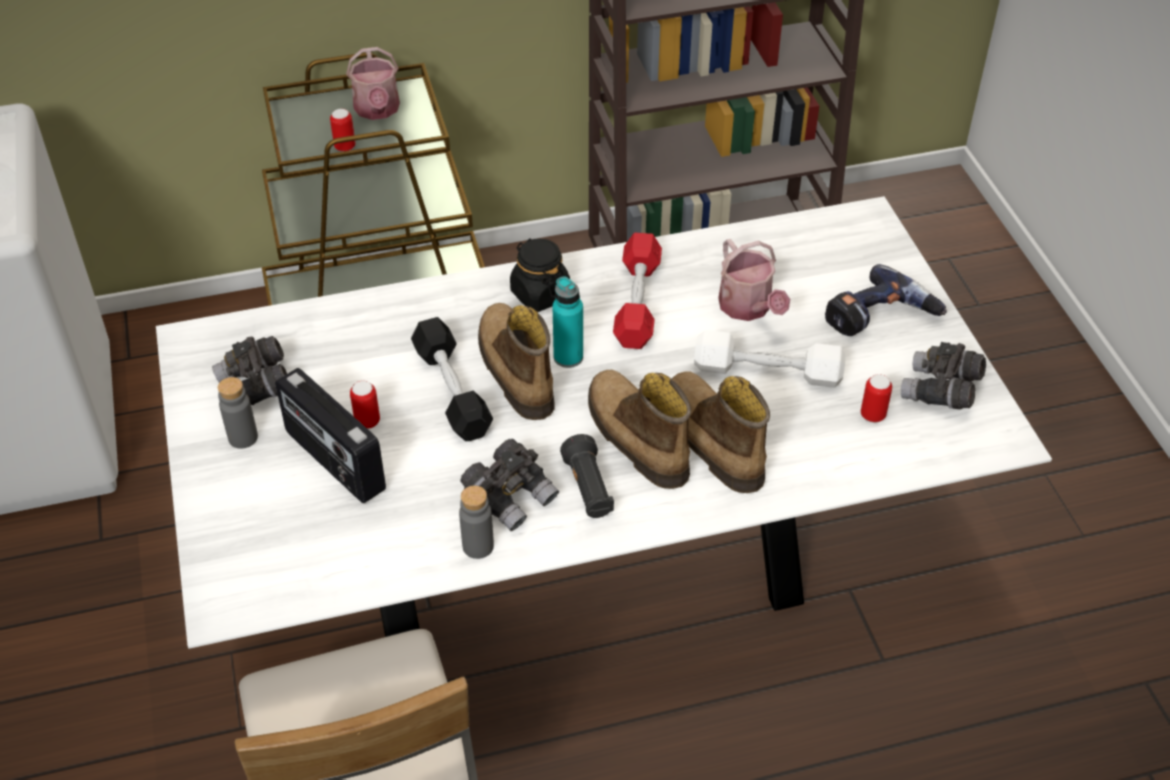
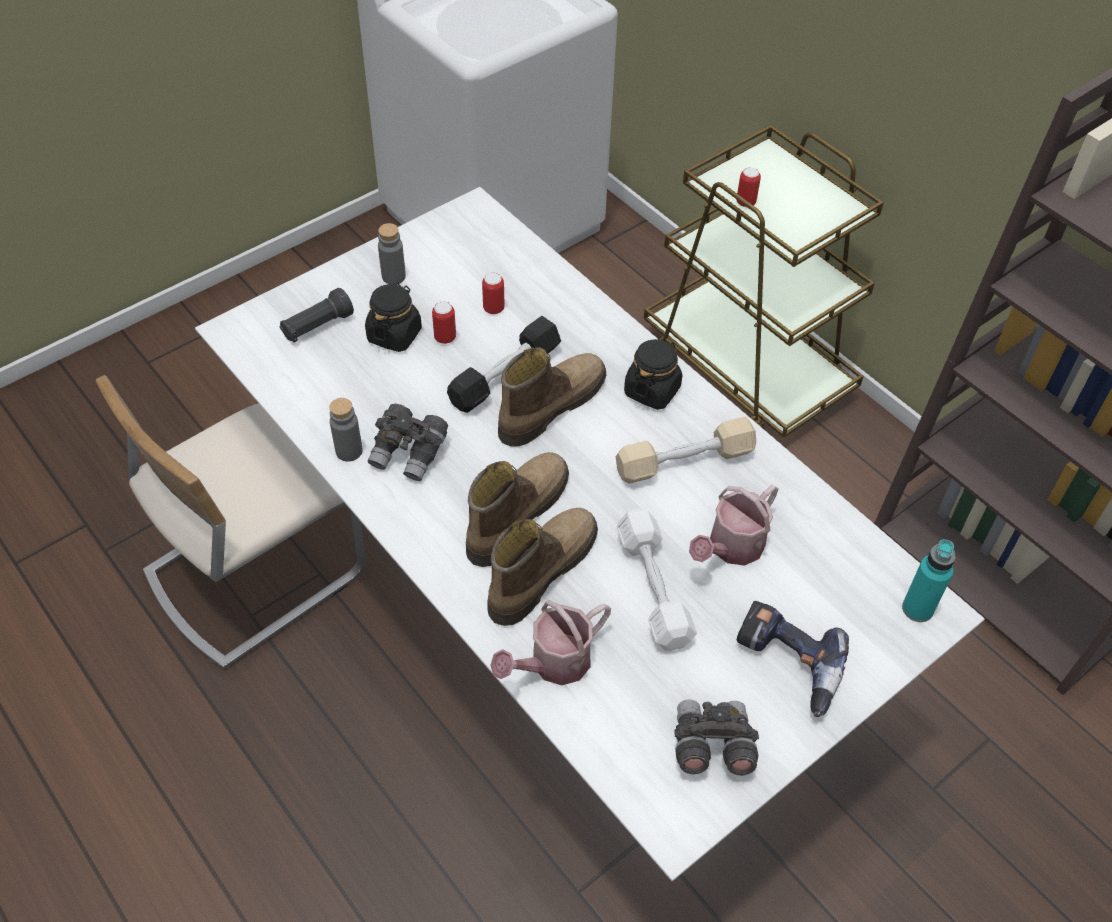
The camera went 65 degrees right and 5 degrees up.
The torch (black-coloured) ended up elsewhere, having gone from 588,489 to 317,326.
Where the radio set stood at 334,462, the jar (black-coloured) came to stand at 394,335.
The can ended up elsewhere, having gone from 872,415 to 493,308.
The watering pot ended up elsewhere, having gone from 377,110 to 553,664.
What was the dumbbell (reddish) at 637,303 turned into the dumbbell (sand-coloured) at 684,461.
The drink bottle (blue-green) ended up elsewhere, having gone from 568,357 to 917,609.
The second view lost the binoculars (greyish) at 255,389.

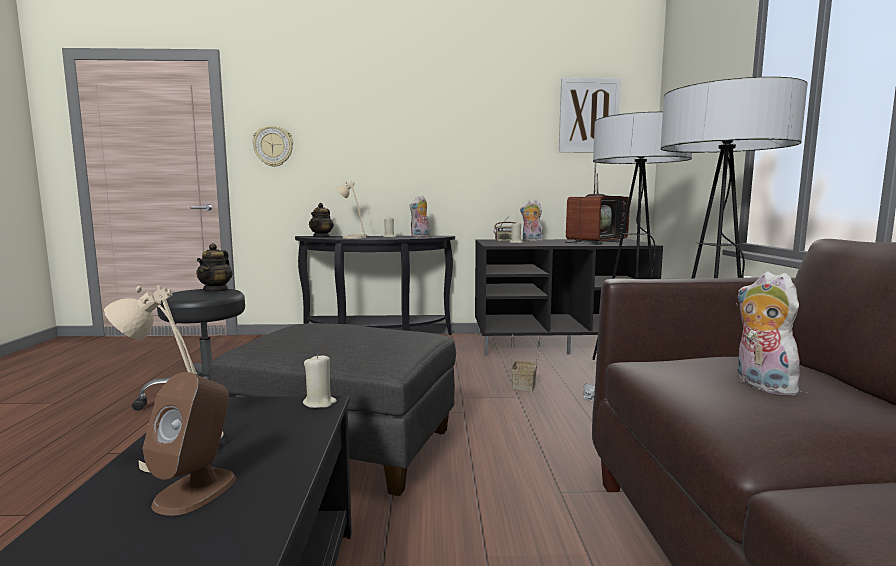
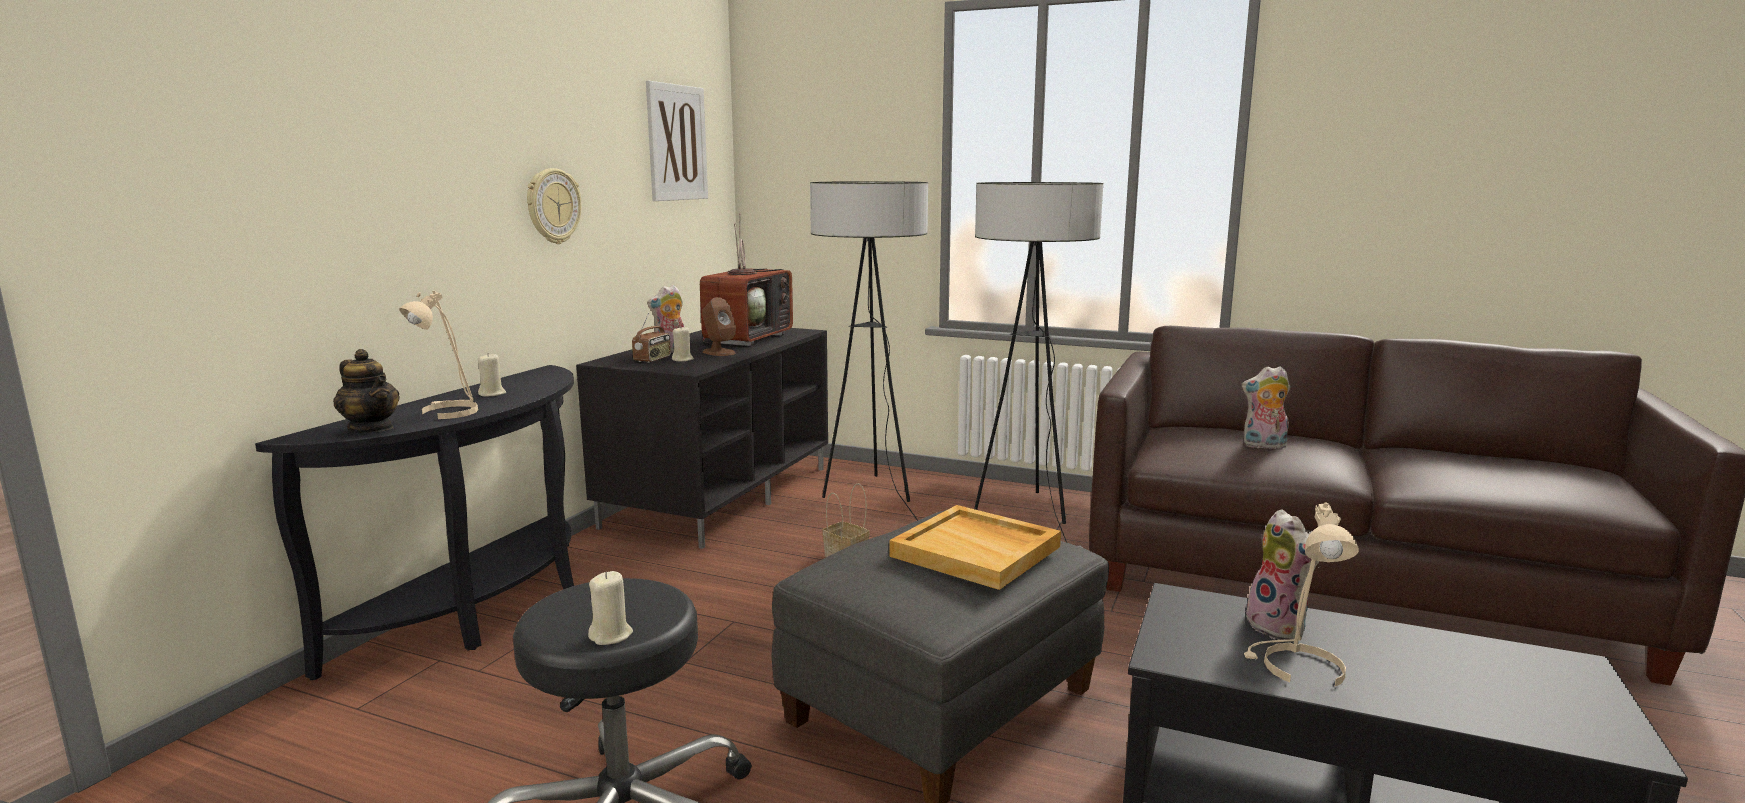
The camera went 65 degrees left and 5 degrees up.
The wall clock ended up elsewhere, having gone from 273,146 to 553,206.
The candle (sand-coloured) ended up elsewhere, having gone from 319,403 to 611,636.
The TV set at 595,242 ended up facing another way, 45 degrees clockwise from before.
The speaker (brownish) ended up elsewhere, having gone from 196,490 to 718,352.
The second view gained the tray (sand-coloured) at 977,551.
The soft toy ended up elsewhere, having gone from 420,237 to 1280,628.
The second view lost the pot for tea at 216,290.

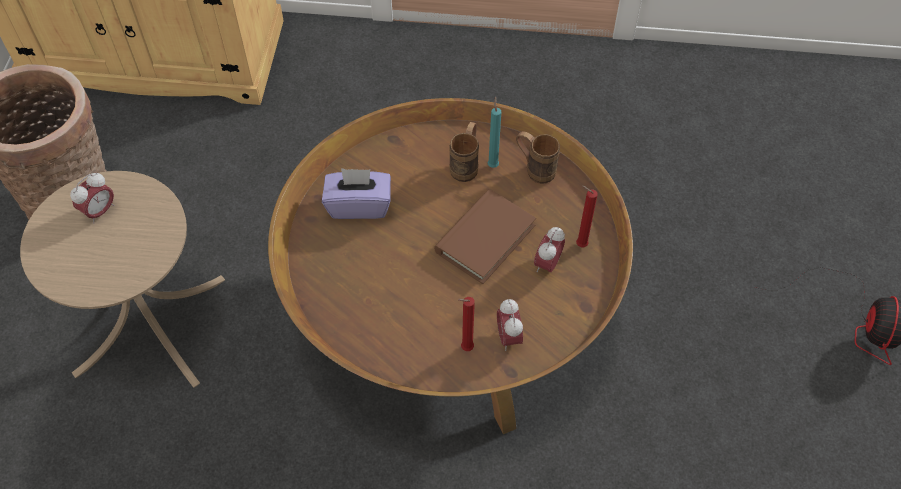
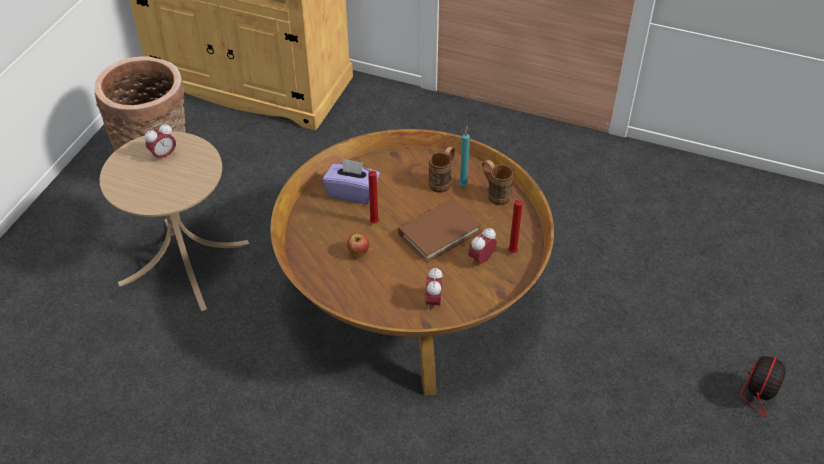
The camera went 15 degrees right and 10 degrees down.
The second view gained the apple fruit at 358,253.
The candle (reddish) ended up elsewhere, having gone from 465,348 to 372,223.

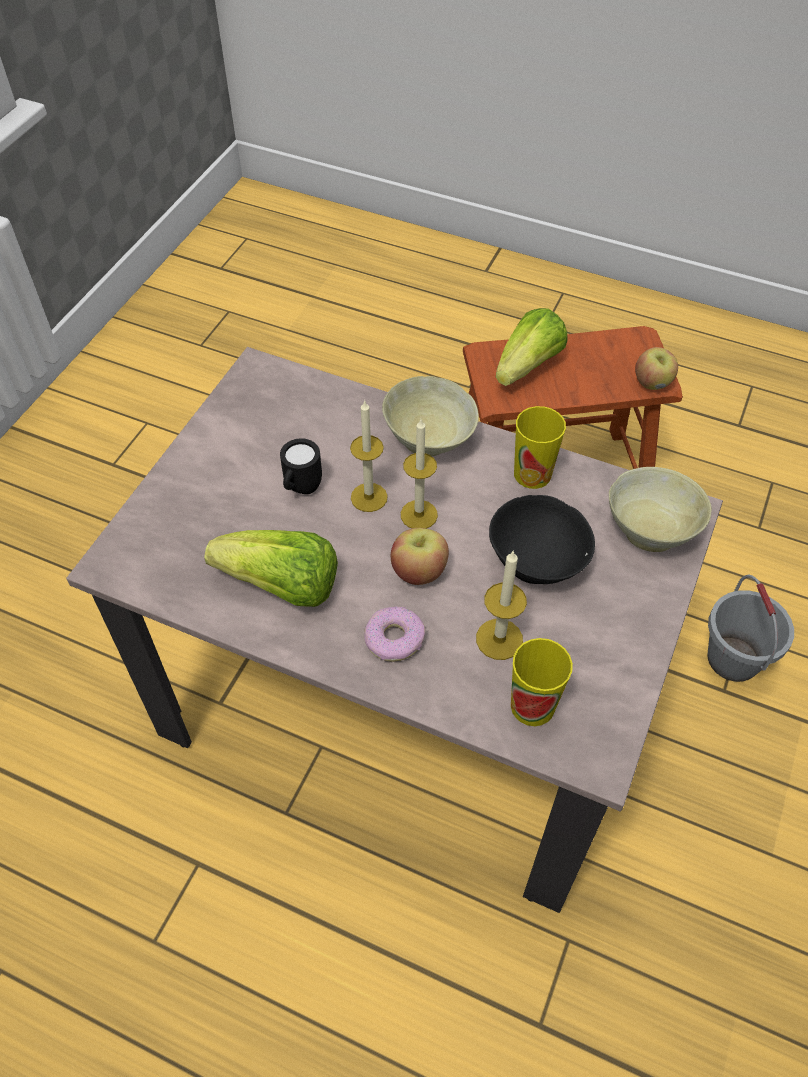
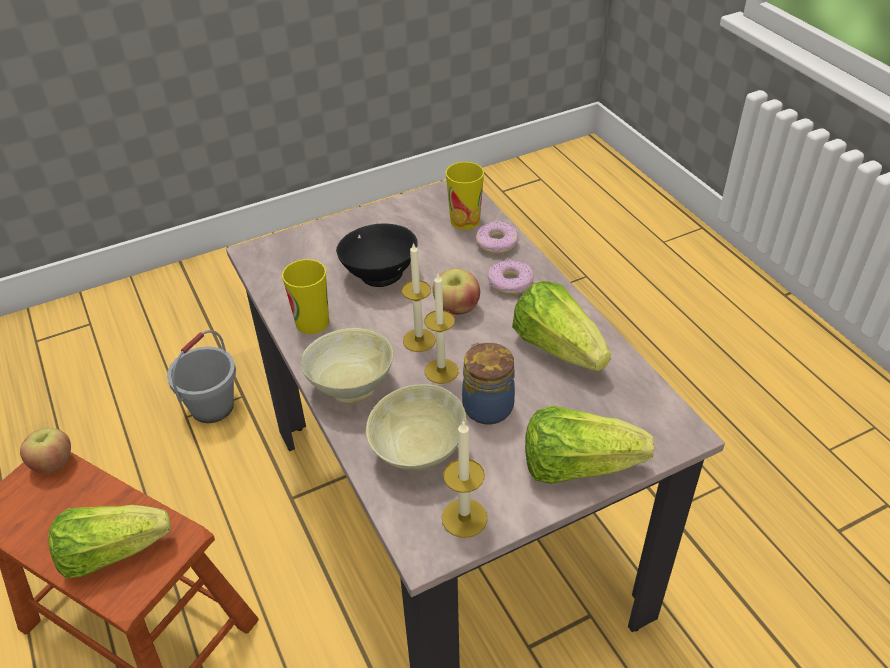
The camera went 140 degrees left and 10 degrees down.
The serving bowl (sand-coloured) ended up elsewhere, having gone from 651,530 to 417,452.
The candle ended up elsewhere, having gone from 499,639 to 464,518.
Where the mug (black-coloured) stood at 301,489, the jar came to stand at 486,406.
The second view gained the donut at 497,243.
The second view gained the head of lettuce at 577,466.

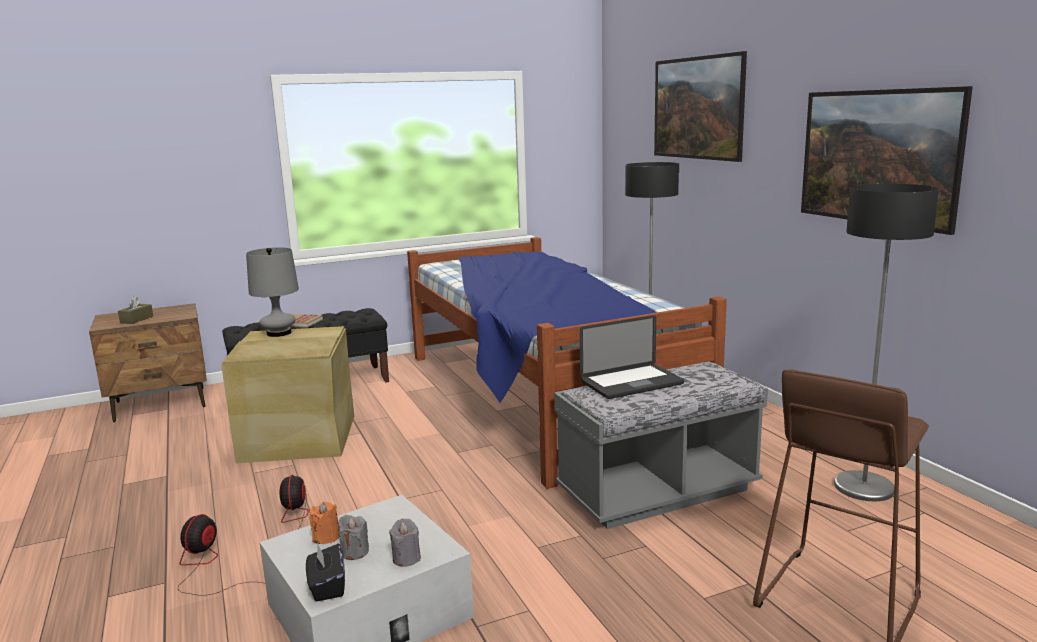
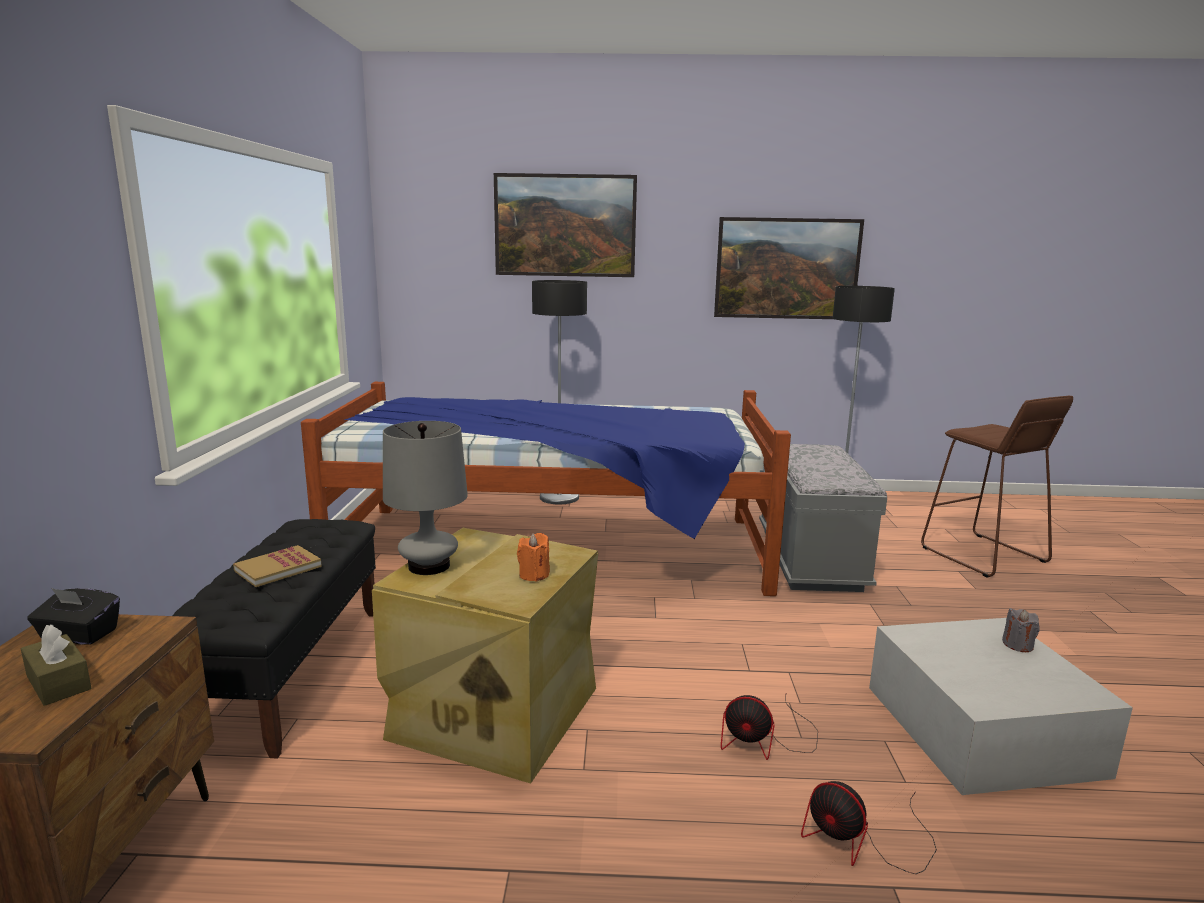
The camera went 65 degrees left and 0 degrees up.
The box of tissues (black-coloured) ended up elsewhere, having gone from 327,587 to 79,635.
The candle (orangey) ended up elsewhere, having gone from 326,537 to 534,575.
The second view lost the candle (greyish) at 355,552.
The second view lost the notebook computer at 632,383.

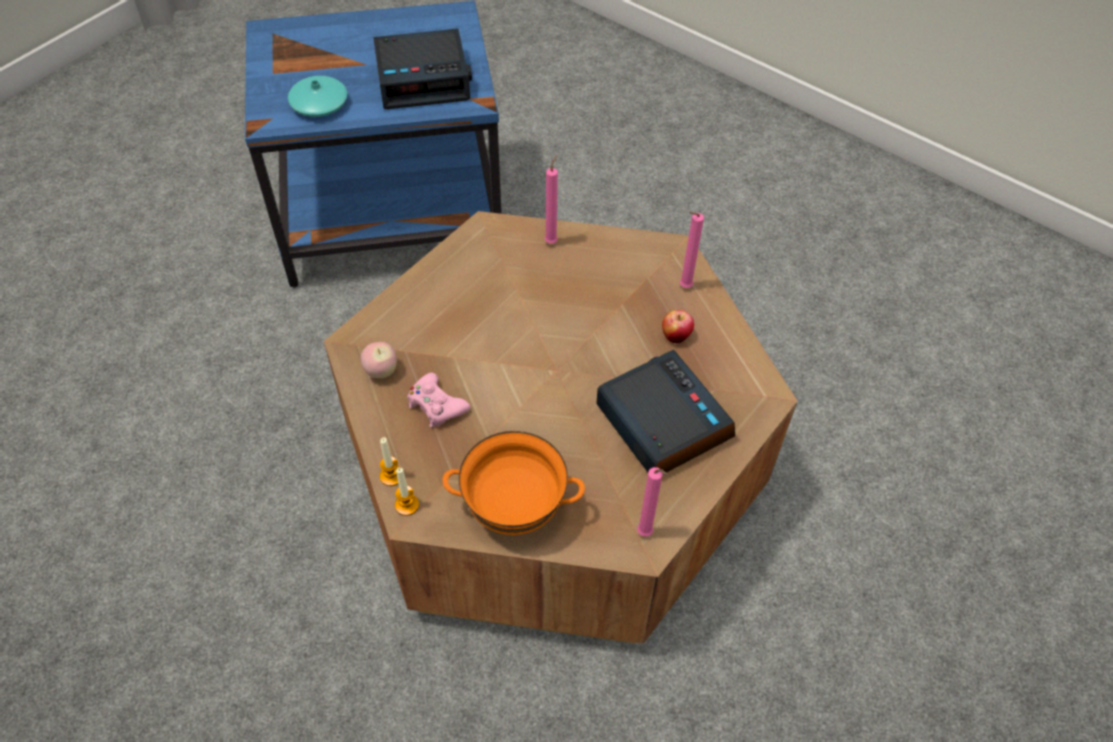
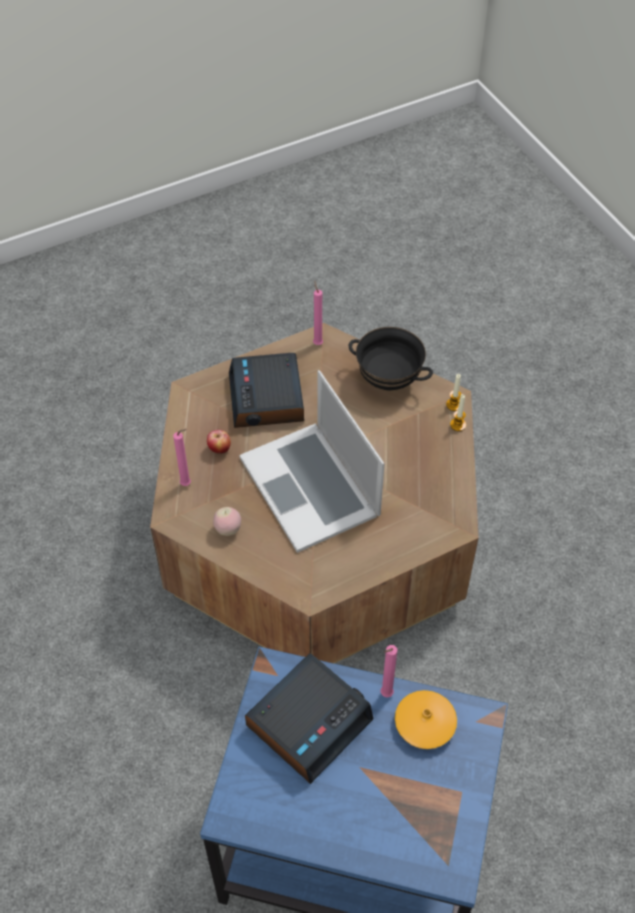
The camera went 155 degrees left and 0 degrees up.
The apple fruit ended up elsewhere, having gone from 381,371 to 228,529.
The second view gained the notebook computer at 310,485.
The alarm clock at 423,78 ended up facing another way, 120 degrees clockwise from before.
What was the serving bowl (orangey) at 515,508 turned into the serving bowl (black-coloured) at 388,381.
The candle (pink-coloured) ended up elsewhere, having gone from 552,241 to 385,695.
What was the vase (blue-green) at 319,104 turned into the vase (orangey) at 425,723.
The second view lost the joypad (pink-coloured) at 436,405.

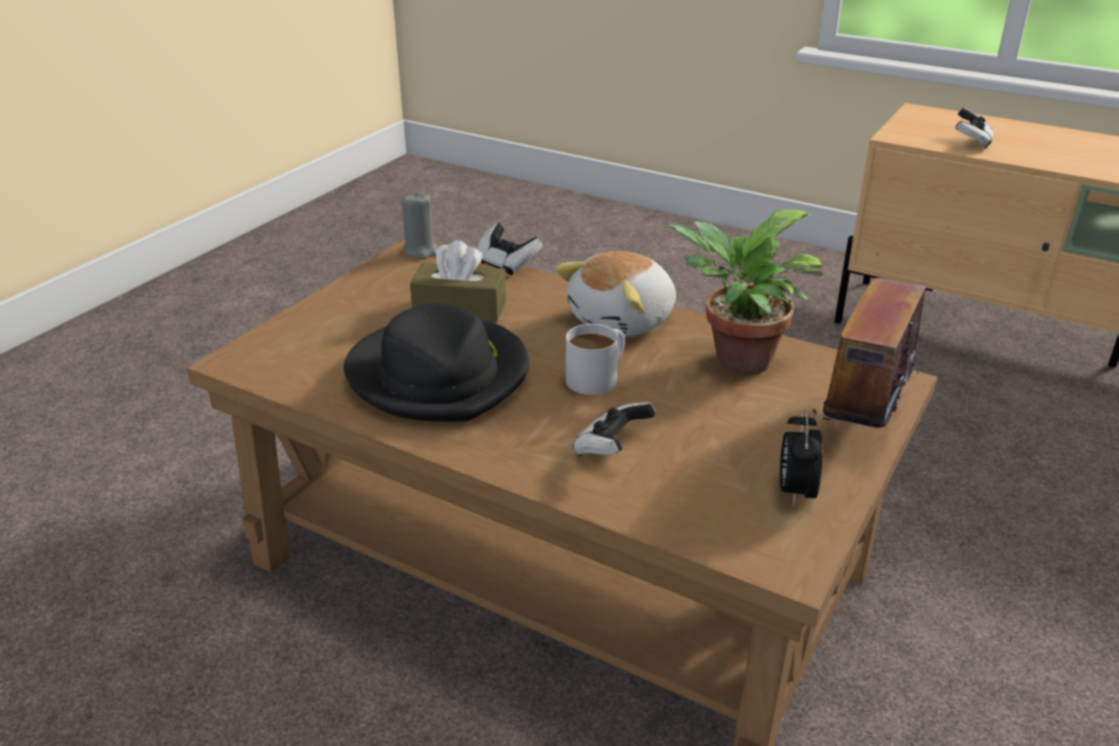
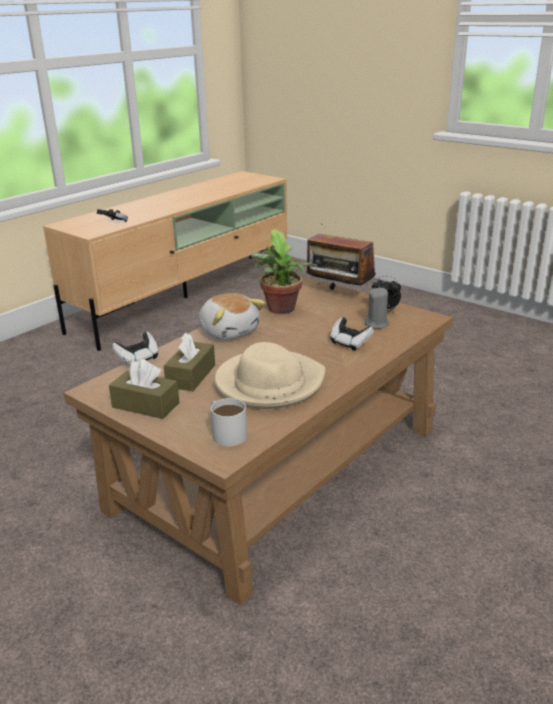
The camera went 80 degrees left and 5 degrees down.
The second view gained the box of tissues (brownish) at 145,405.
The mug (white) ended up elsewhere, having gone from 598,376 to 226,433.
What was the hat (black-coloured) at 440,375 turned into the hat (sand-coloured) at 269,383.
The candle (greyish) ended up elsewhere, having gone from 421,251 to 377,324.

